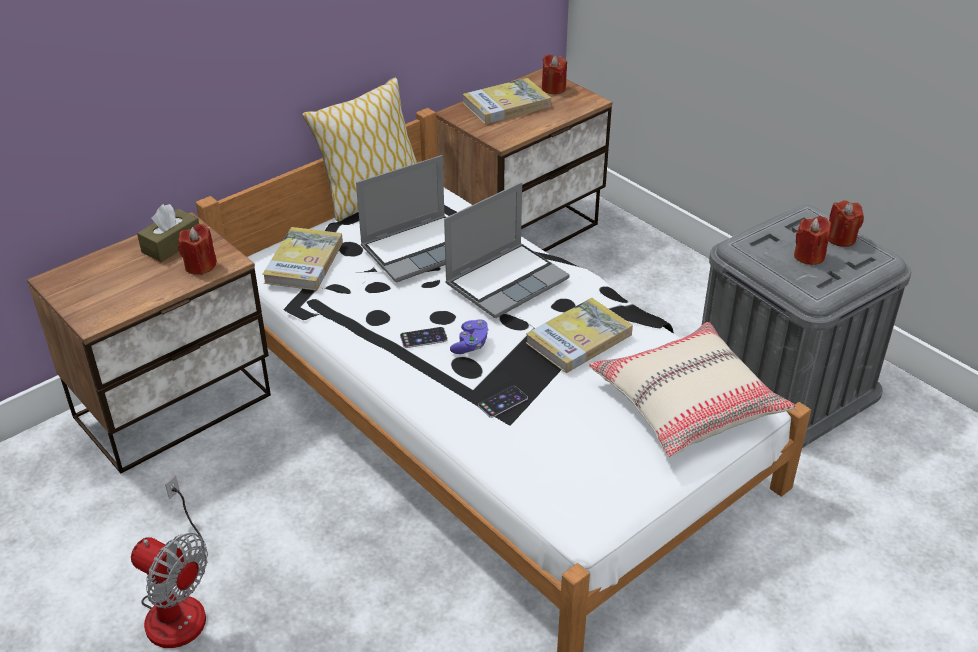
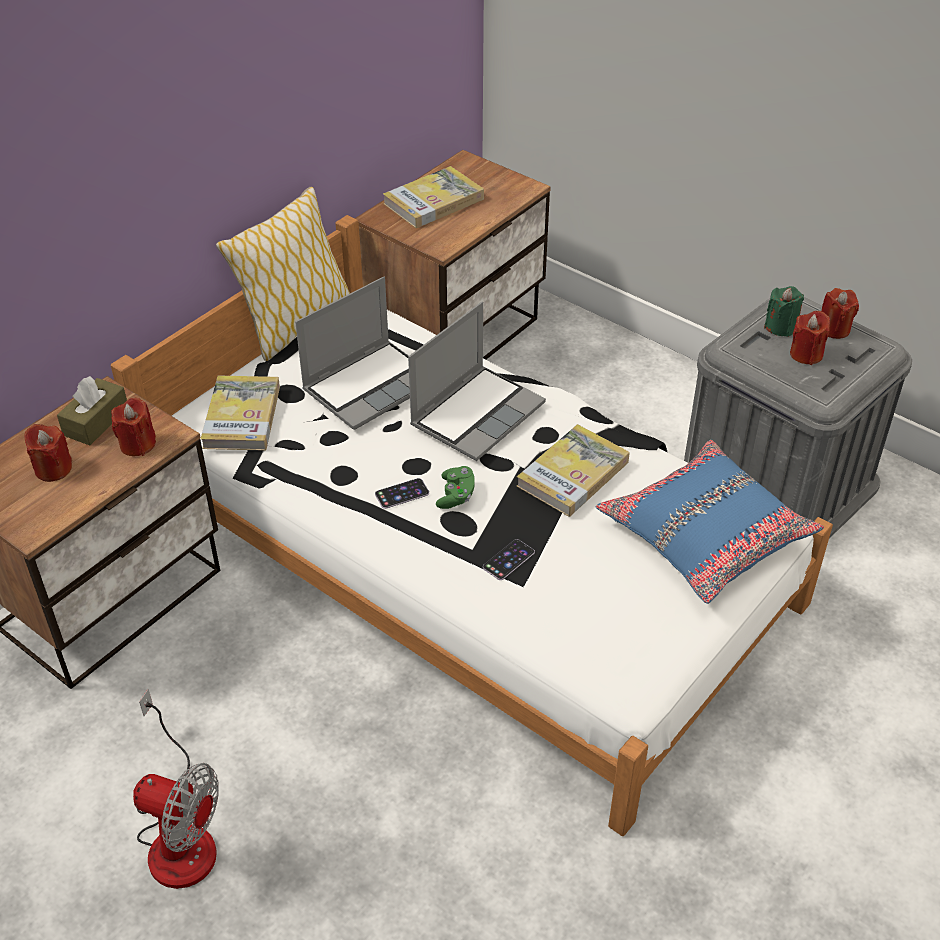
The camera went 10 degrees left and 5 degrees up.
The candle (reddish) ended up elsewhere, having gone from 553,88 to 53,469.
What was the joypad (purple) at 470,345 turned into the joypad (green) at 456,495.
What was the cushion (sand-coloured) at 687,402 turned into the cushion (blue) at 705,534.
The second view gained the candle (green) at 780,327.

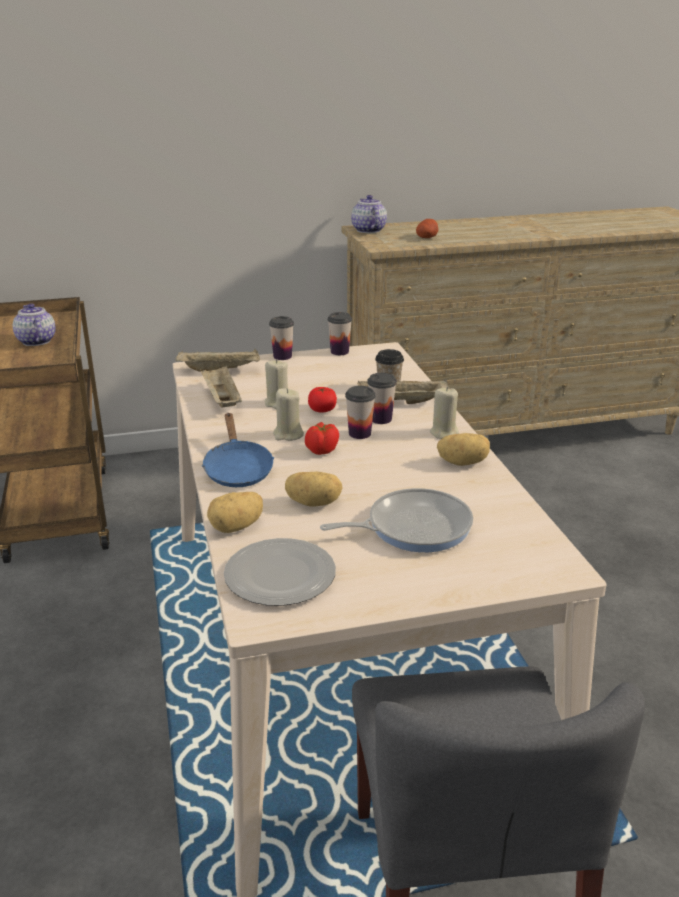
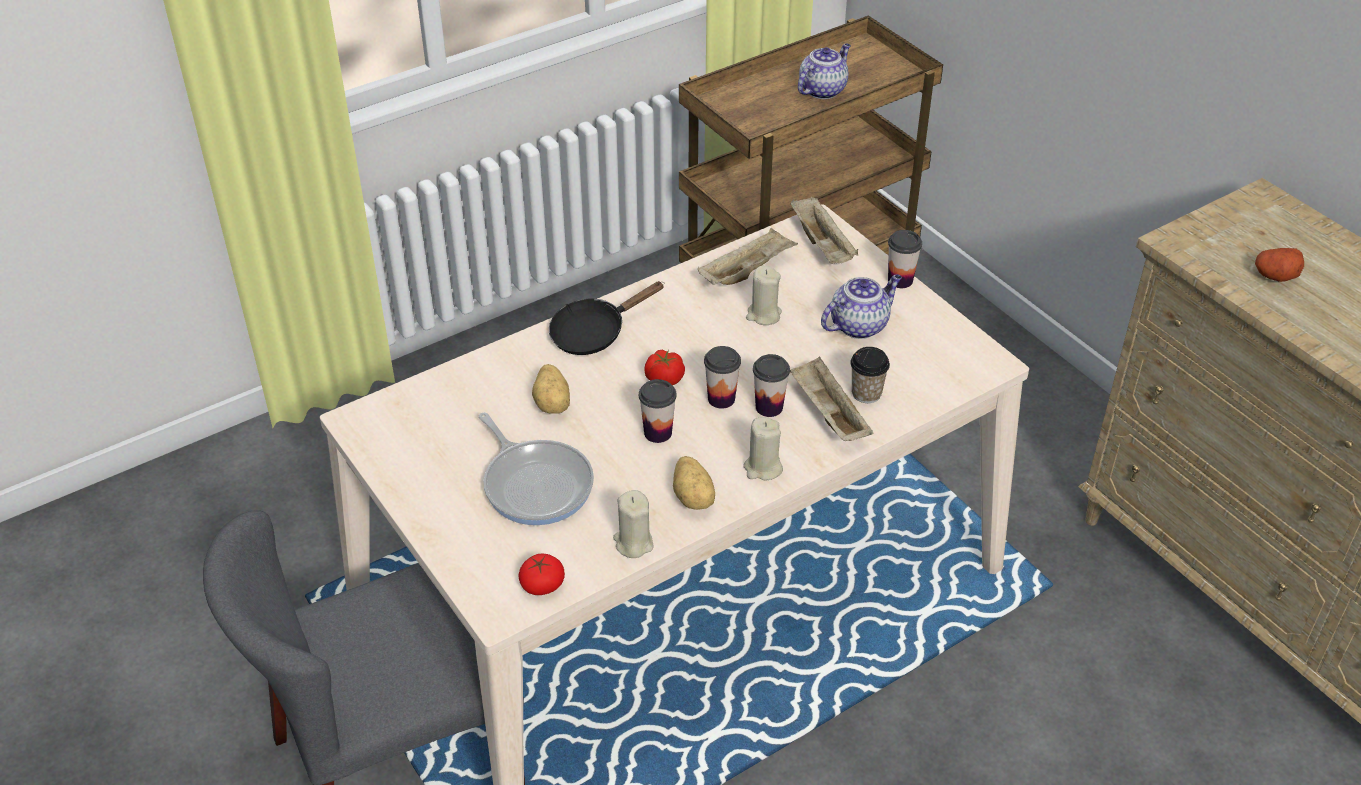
The camera went 70 degrees right and 15 degrees up.
The fresh tomato ended up elsewhere, having gone from 322,409 to 542,585.
What was the skillet (blue) at 237,469 turned into the skillet (black-coloured) at 594,333.
The candle (sand-coloured) ended up elsewhere, having gone from 288,435 to 633,543.
The cup ended up elsewhere, having gone from 339,352 to 658,433.
The pot for tea ended up elsewhere, having gone from 368,230 to 859,325.
The second view lost the spud at 237,527.
The second view lost the flat dish at 278,576.

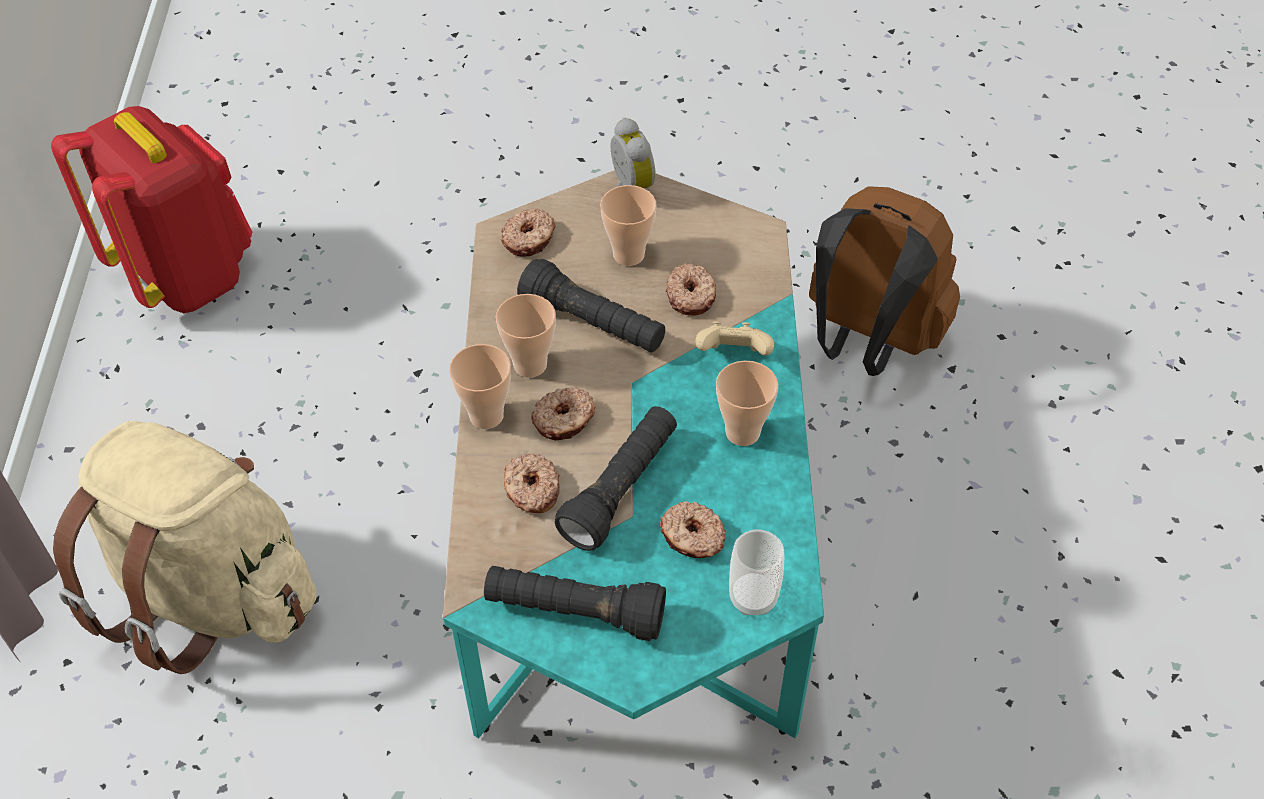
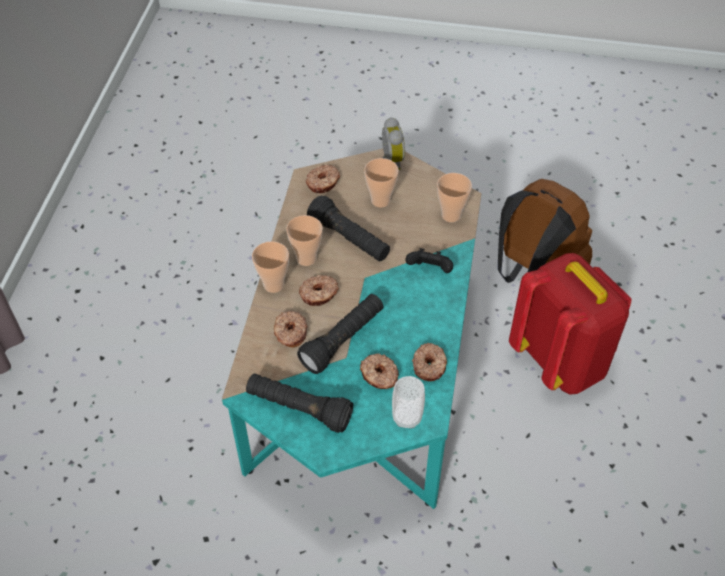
The camera went 10 degrees right and 0 degrees up.
What was the joypad (sand-coloured) at 733,355 turned into the joypad (black-coloured) at 429,270.
The donut ended up elsewhere, having gone from 691,296 to 429,366.
The cup ended up elsewhere, having gone from 742,432 to 451,215.
The knapsack (reddish) ended up elsewhere, having gone from 186,274 to 561,361.
The second view lost the knapsack (sand-coloured) at 210,594.

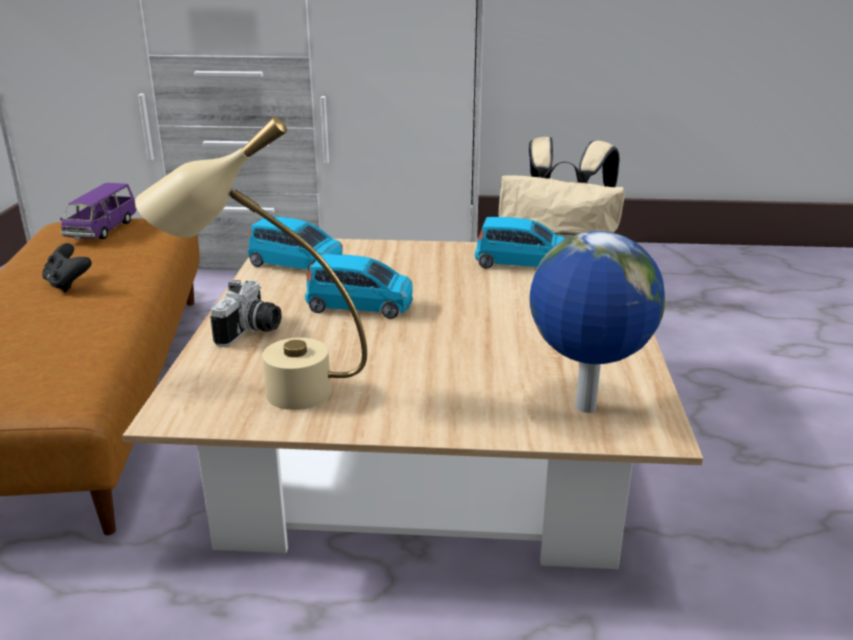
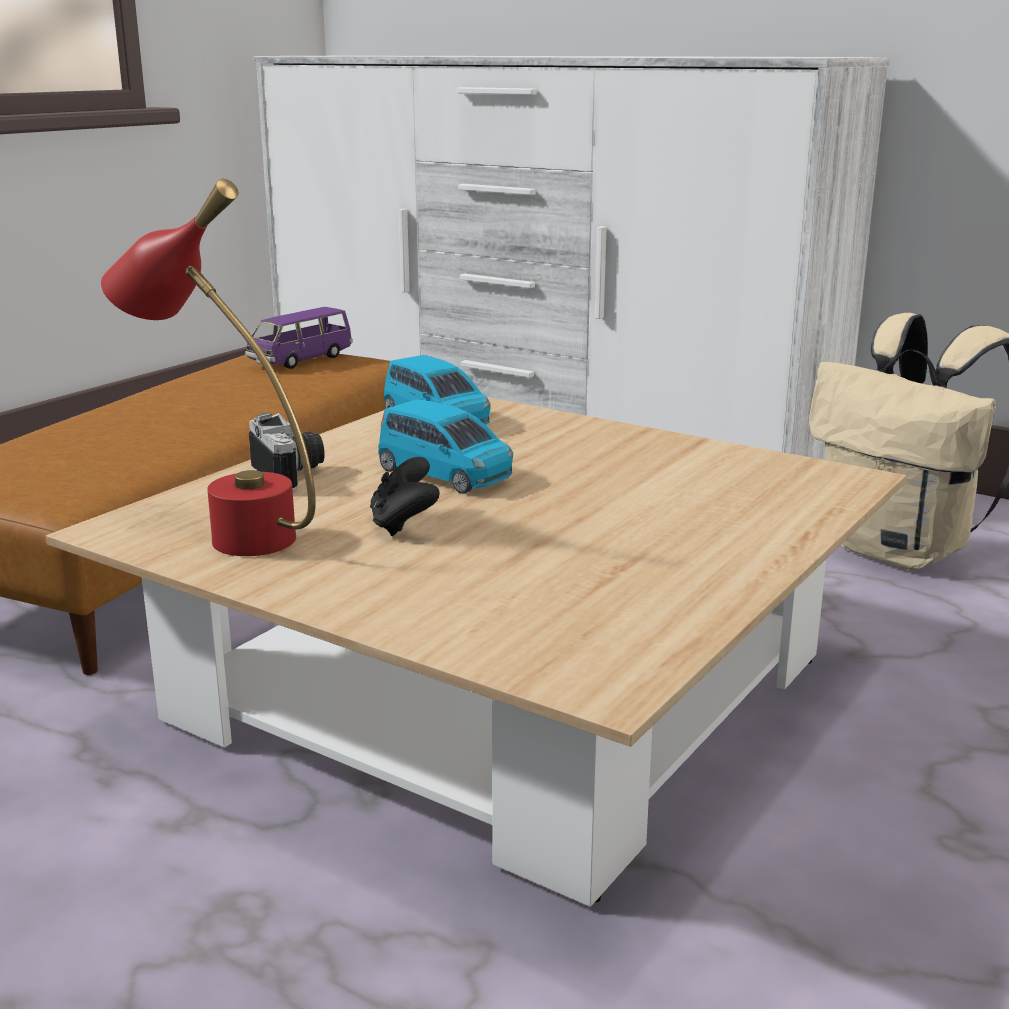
The camera went 30 degrees right and 5 degrees down.
What was the tabletop lamp (sand-coloured) at 267,390 turned into the tabletop lamp (reddish) at 227,530.
The photo camera at 252,332 ended up facing another way, 75 degrees counterclockwise from before.
The joypad (black-coloured) ended up elsewhere, having gone from 68,284 to 403,524.
The second view lost the toy car (blue) at 521,263.
The second view lost the world globe at 584,408.

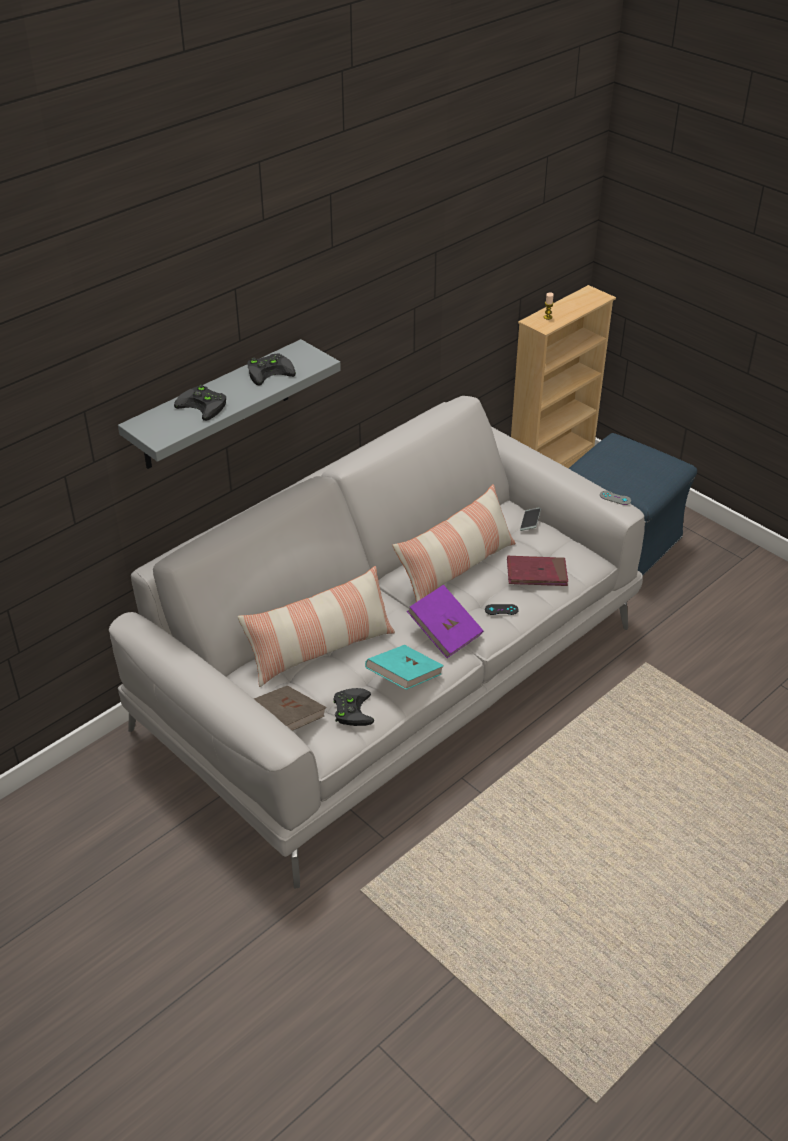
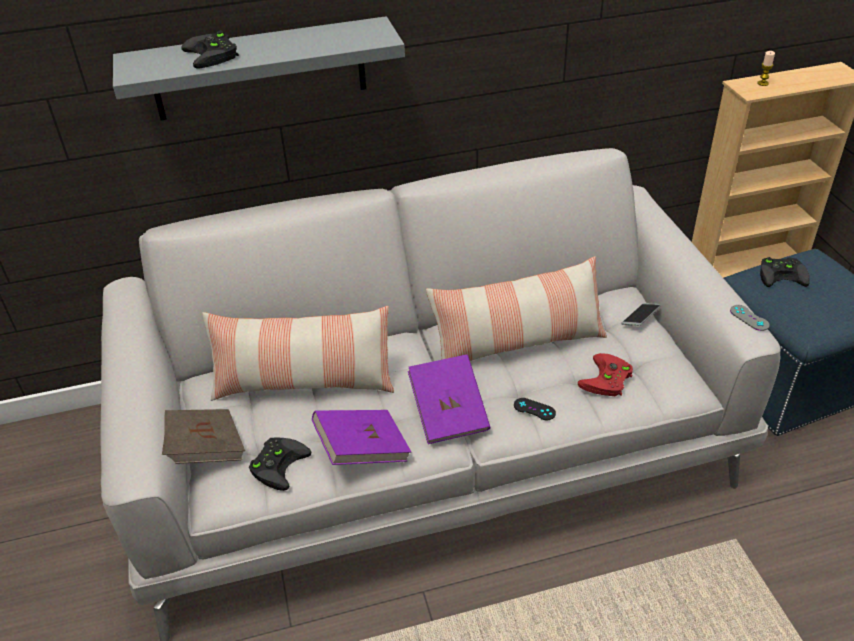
The camera went 30 degrees right and 0 degrees up.
What was the bound book (blue-green) at 404,678 turned into the bound book (purple) at 362,450.
Where the bound book (reddish) stood at 536,573, the joypad (reddish) came to stand at 607,380.
The joypad (black-coloured) ended up elsewhere, having gone from 270,371 to 782,274.

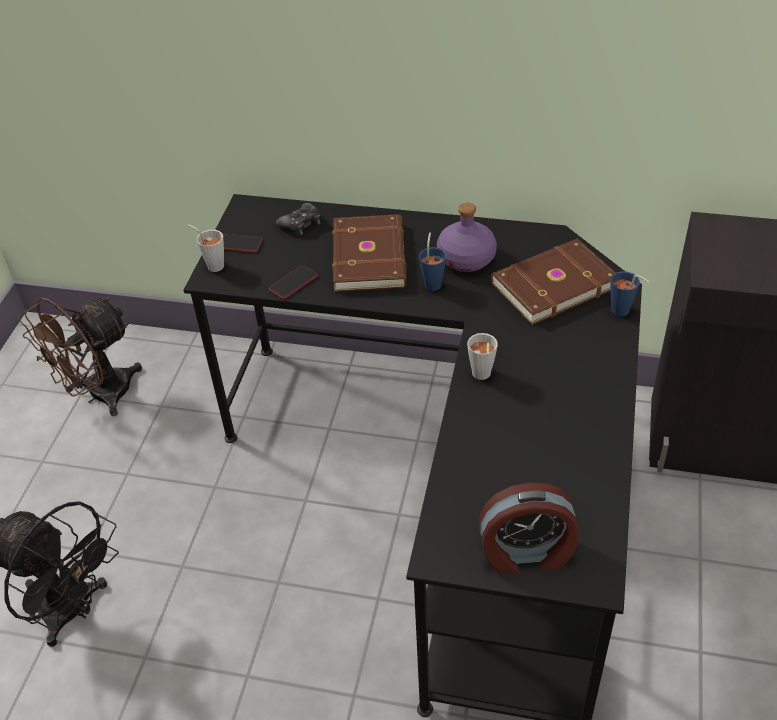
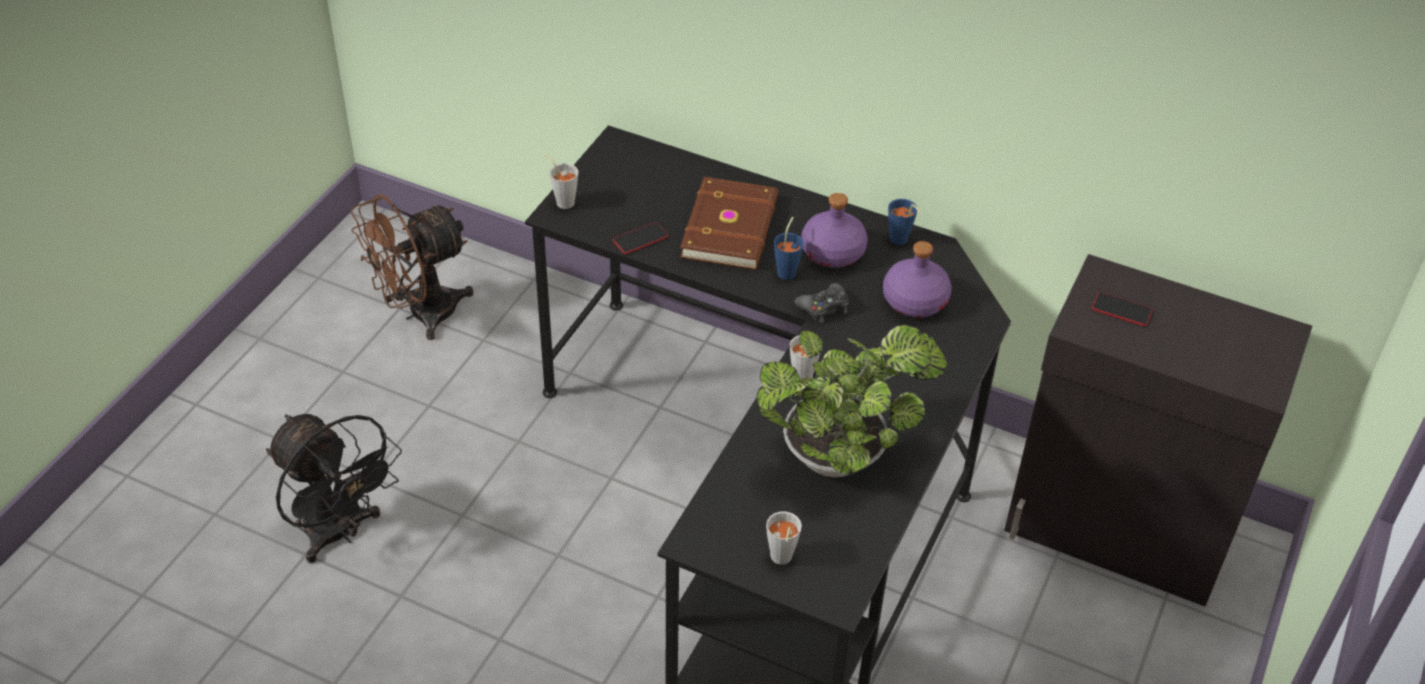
The camera went 10 degrees right and 0 degrees up.
The second view gained the potted plant at 840,454.
Where the alarm clock stood at 527,554, the cup (greyish) came to stand at 780,560.
The joypad (black-coloured) ended up elsewhere, having gone from 301,223 to 824,307.
Where the bound book (brownish) stood at 552,284, the drink bottle (purple) came to stand at 914,300.
The cup (blue) ended up elsewhere, having gone from 623,312 to 900,241.
The telephone ended up elsewhere, having gone from 238,244 to 1121,310.

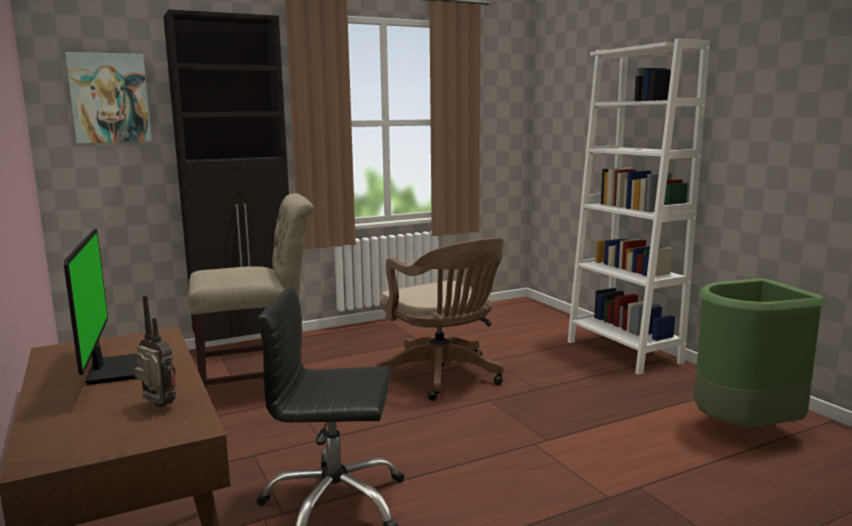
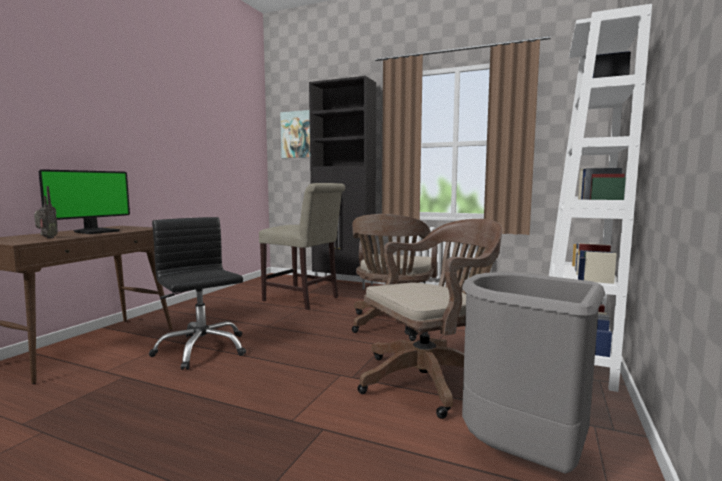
The camera went 50 degrees right and 5 degrees down.
The second view gained the office chair (brownish) at 430,379.
What was the trash can (green) at 744,429 turned into the trash can (greyish) at 523,457.

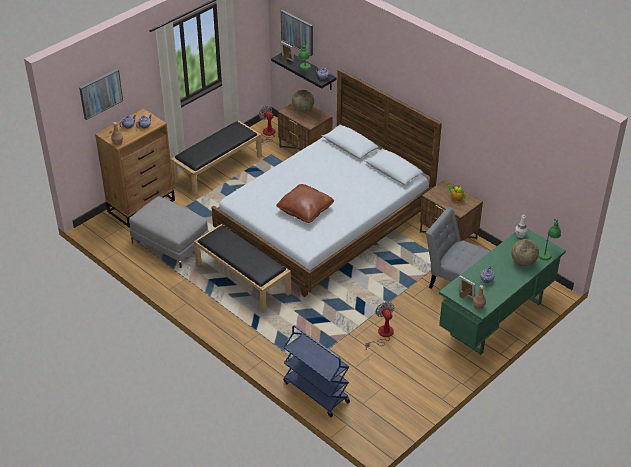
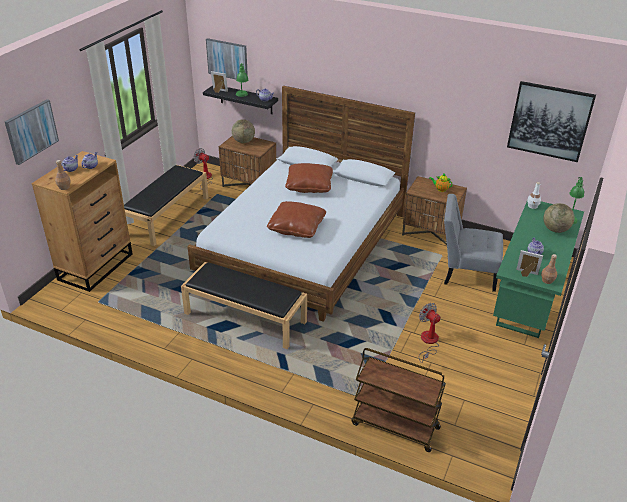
The camera went 20 degrees left and 5 degrees down.
The second view gained the cushion (brownish) at 309,186.
What was the trolley (blue) at 315,392 turned into the trolley (brownish) at 394,426.
The second view gained the wall art at 549,121.
The second view lost the footrest (greyish) at 171,243.

